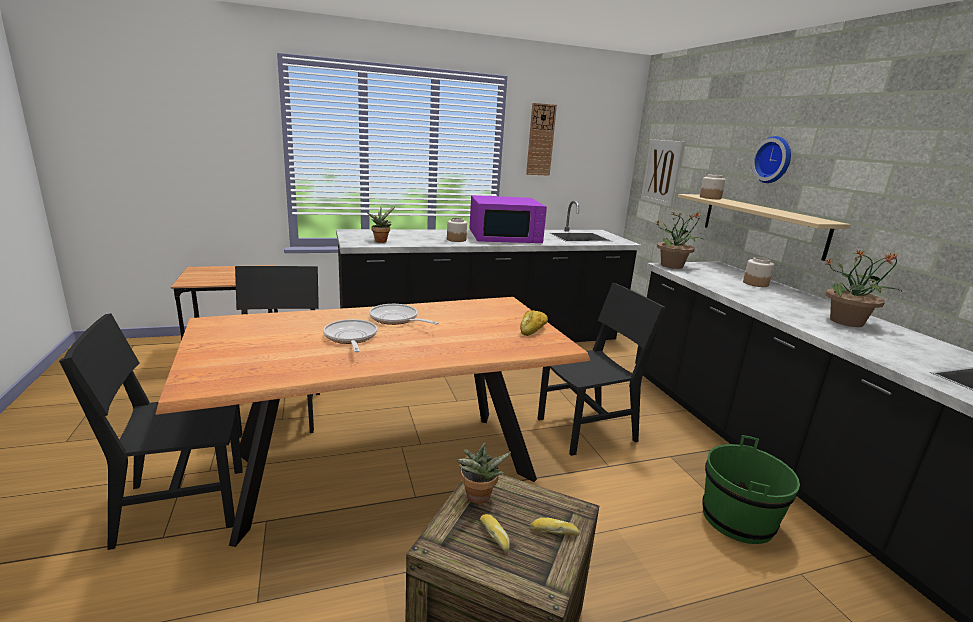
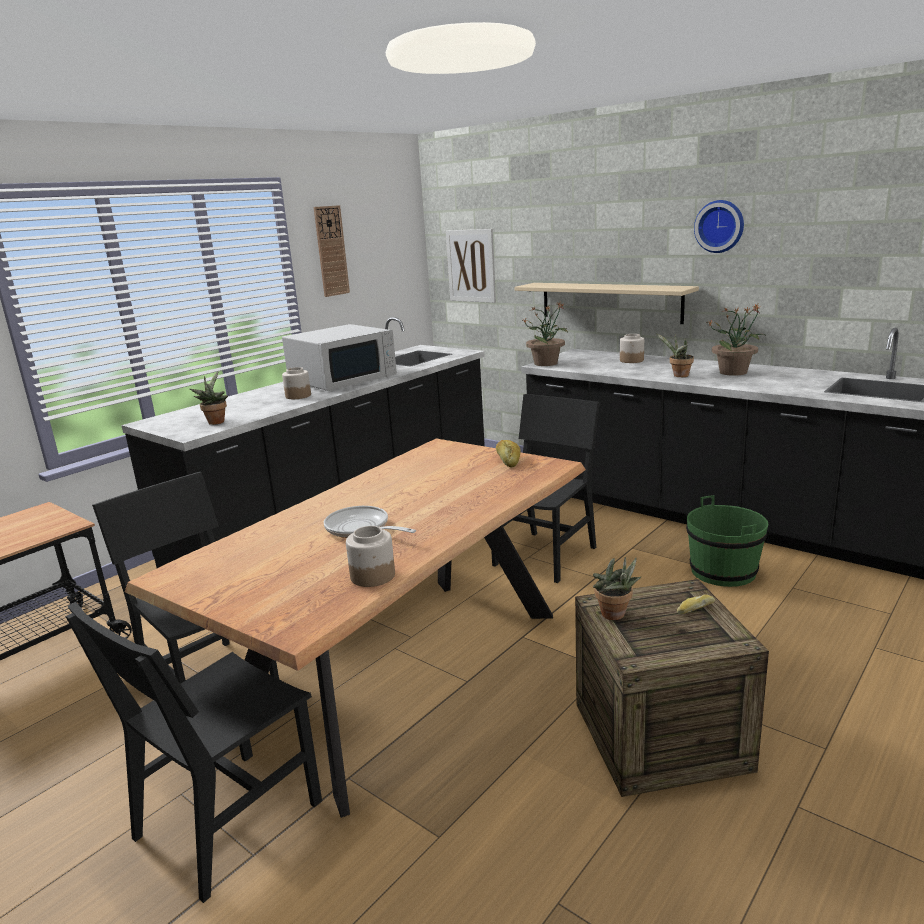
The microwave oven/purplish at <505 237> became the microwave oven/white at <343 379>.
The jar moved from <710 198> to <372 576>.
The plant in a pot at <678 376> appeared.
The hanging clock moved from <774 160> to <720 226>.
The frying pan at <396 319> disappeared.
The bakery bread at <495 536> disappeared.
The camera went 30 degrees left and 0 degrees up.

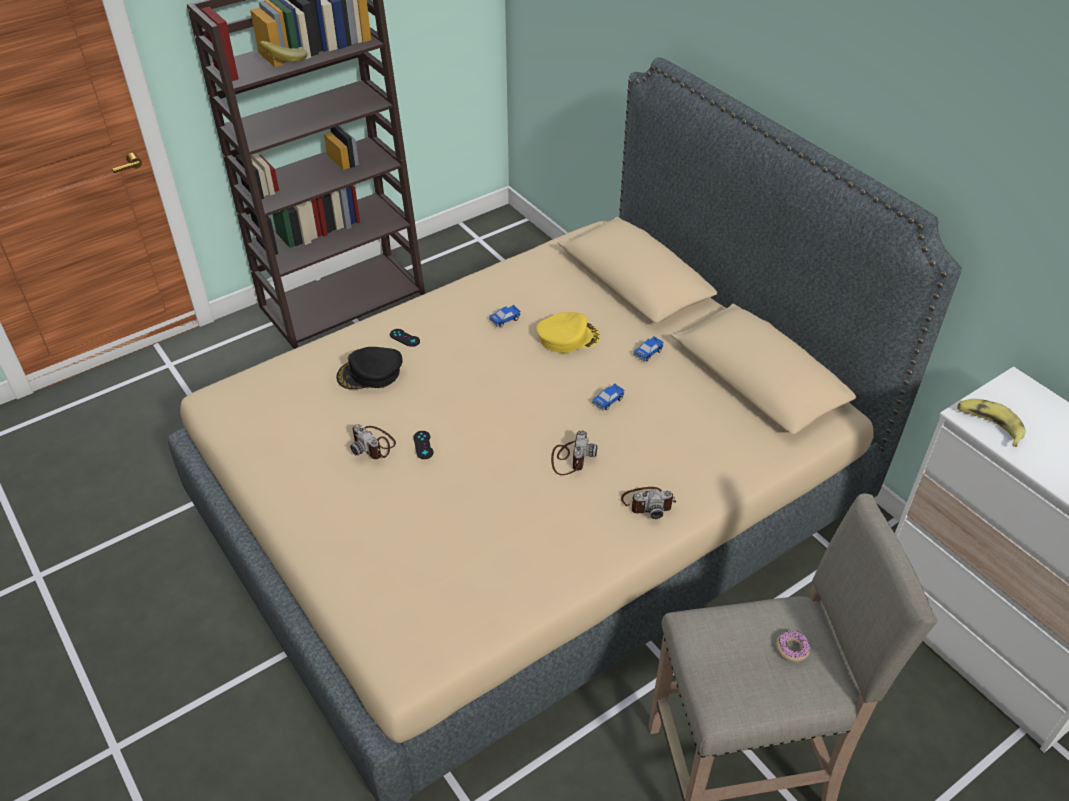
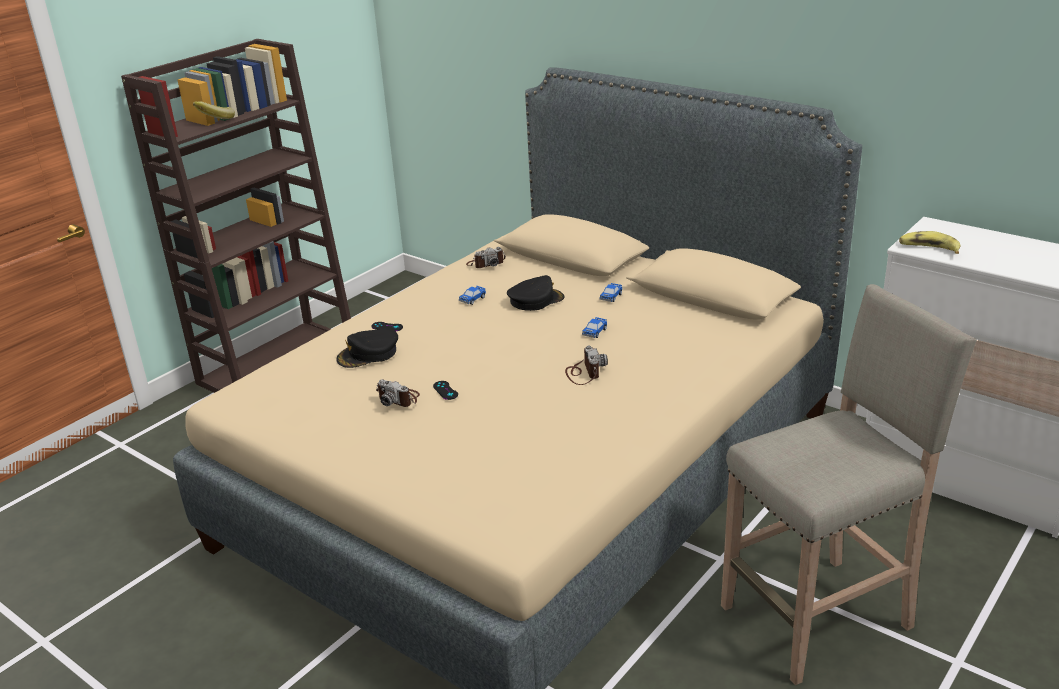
The still camera moved from <648 503> to <486 263>.
The cap/yellowish at <568 337> became the cap/black at <535 300>.
The doughnut at <792 649> disappeared.
The camera went 15 degrees left and 15 degrees down.

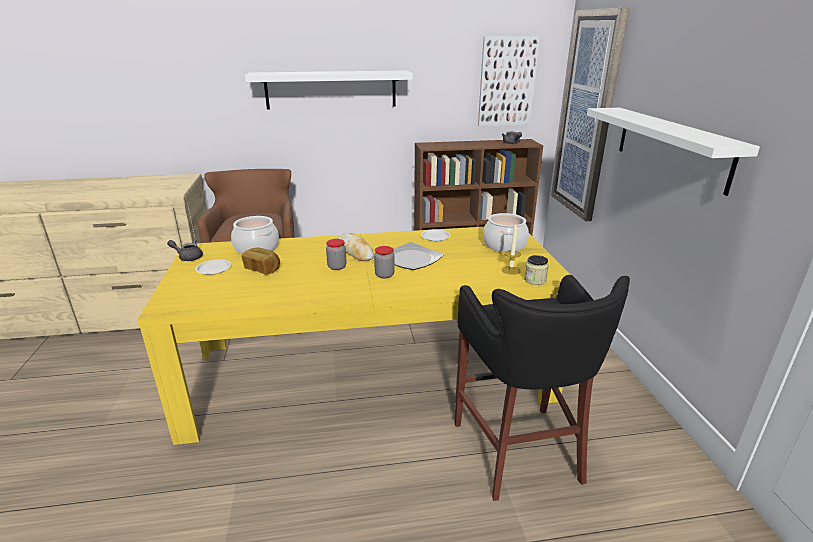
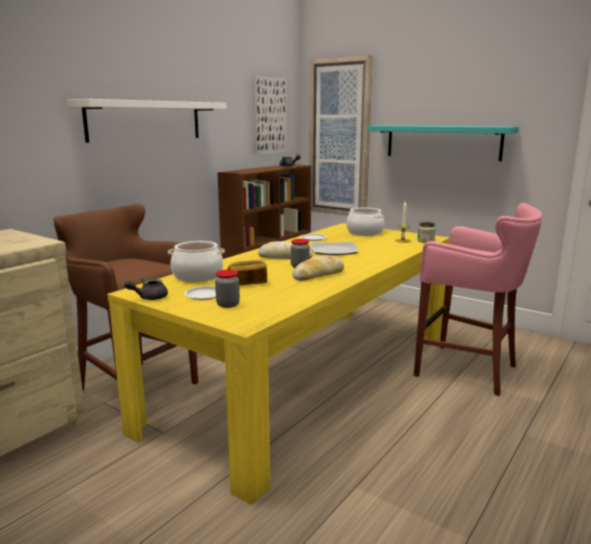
The jar moved from <384 275> to <228 304>.
The bakery bread at <318 275> appeared.
The bracket shelf/white at <671 146> became the bracket shelf/blue-green at <442 142>.
The stool/black at <519 453> became the stool/pink at <469 370>.
The camera went 45 degrees left and 10 degrees down.

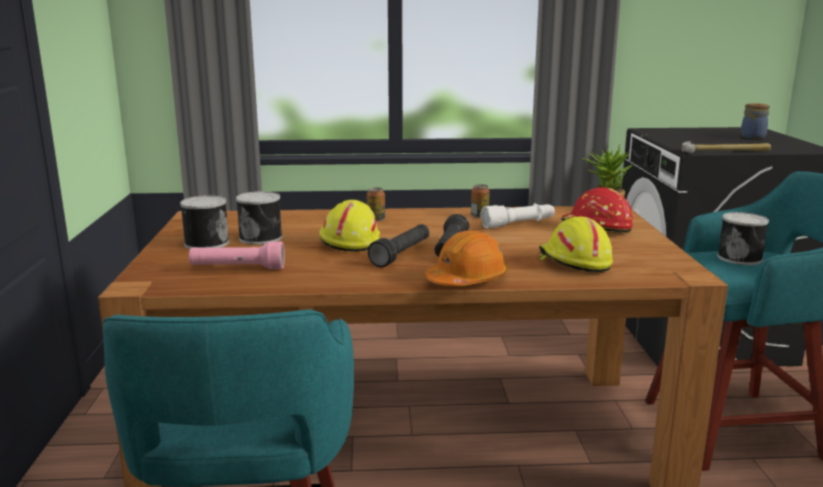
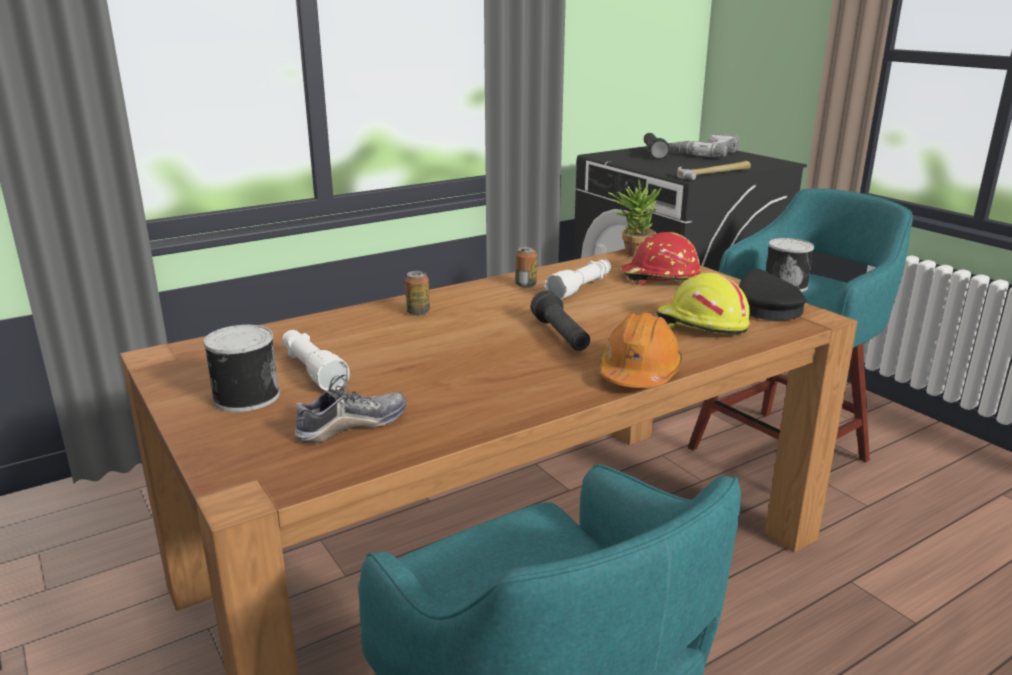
The sealed can at <261 237> was replaced by the hand torch/white at <312 370>.
The hand torch/pink at <237 268> was replaced by the item of footwear at <351 426>.
The hand torch/black moved from <401 254> to <653 153>.
The jar at <753 136> was replaced by the electric drill at <705 153>.
The cap/black at <764 307> appeared.
The hard hat/yellowish at <350 241> disappeared.
The camera went 30 degrees left and 5 degrees up.

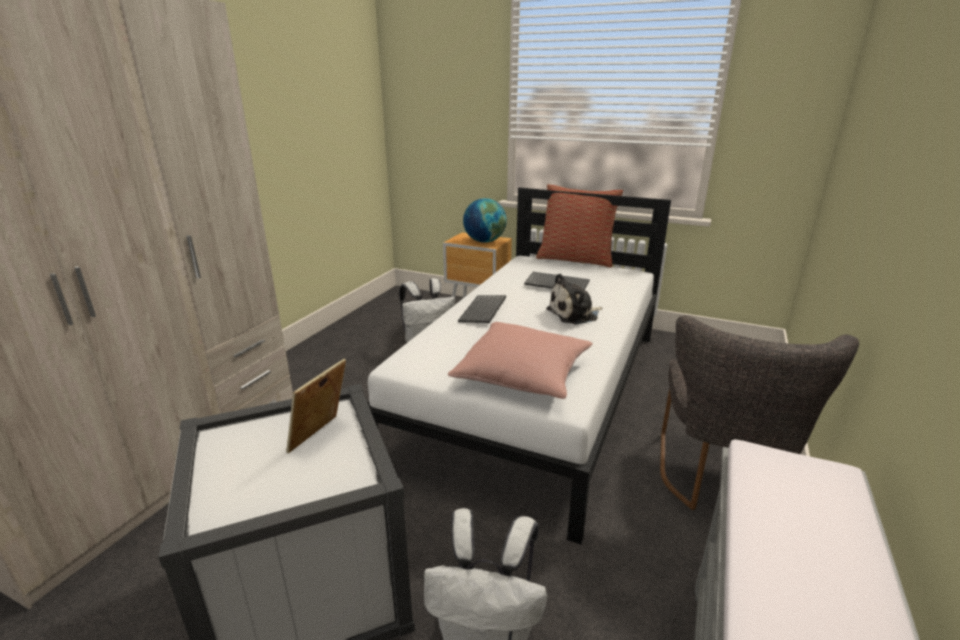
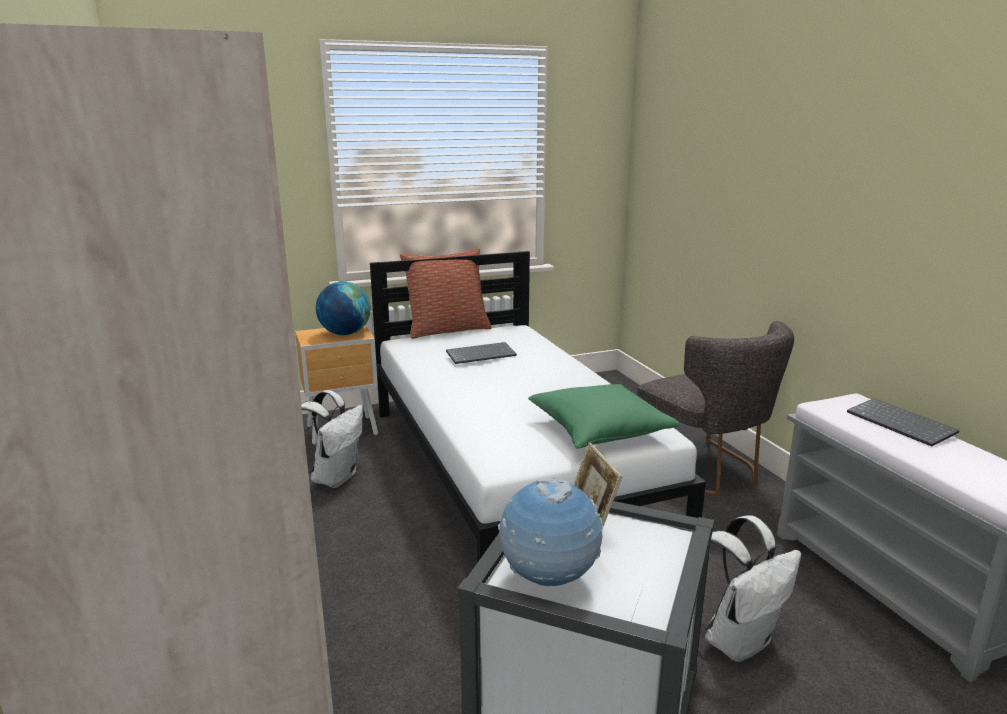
The world globe at <549 580> appeared.
The throw pillow/pink at <523 375> became the throw pillow/green at <599 430>.
The keyboard moved from <484 311> to <902 424>.
The cuddly toy at <574 314> disappeared.
The camera went 45 degrees left and 5 degrees down.

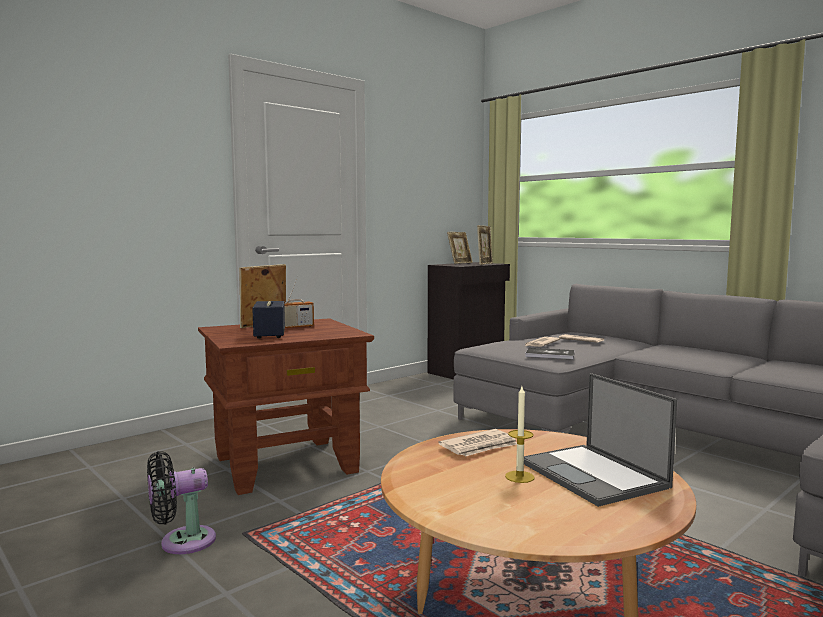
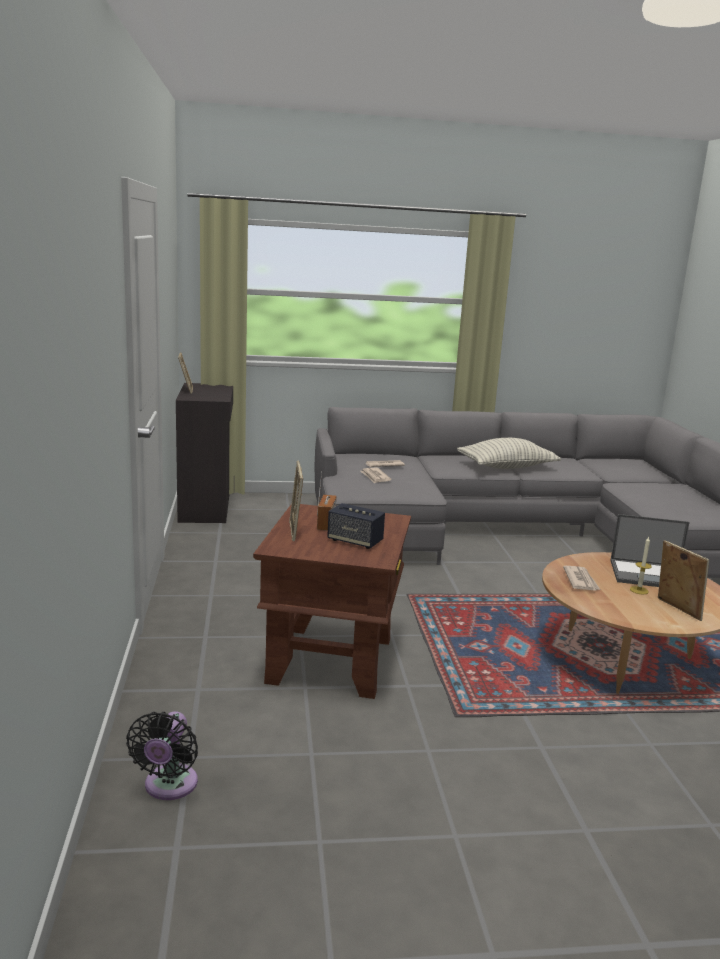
The fan/black moved from <182 542> to <169 787>.
The throw pillow at <506 467> appeared.
The picture frame moved from <484 264> to <676 609>.
The bound book at <550 355> disappeared.
The camera went 55 degrees left and 10 degrees up.

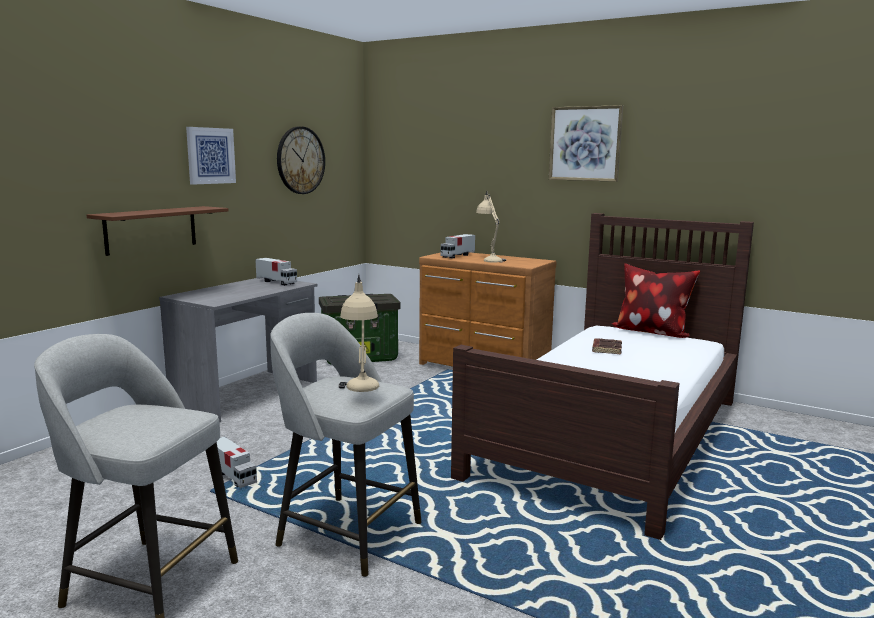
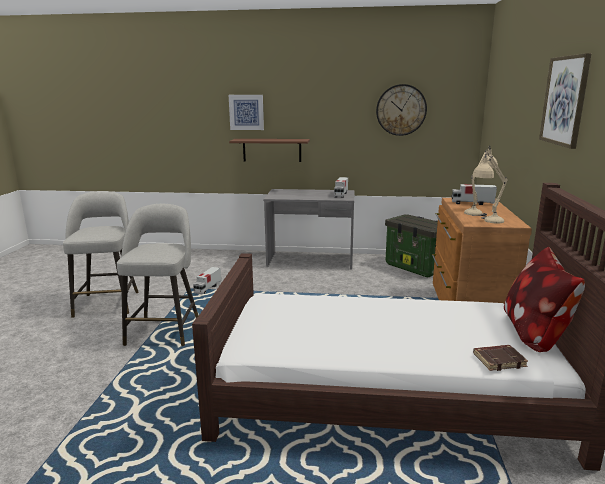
The wall picture moved from <210 155> to <246 112>.
The lamp for a table/beige-coloured moved from <360 392> to <486 222>.
The bound book/brown-coloured moved from <606 349> to <499 360>.
The camera went 65 degrees right and 5 degrees up.

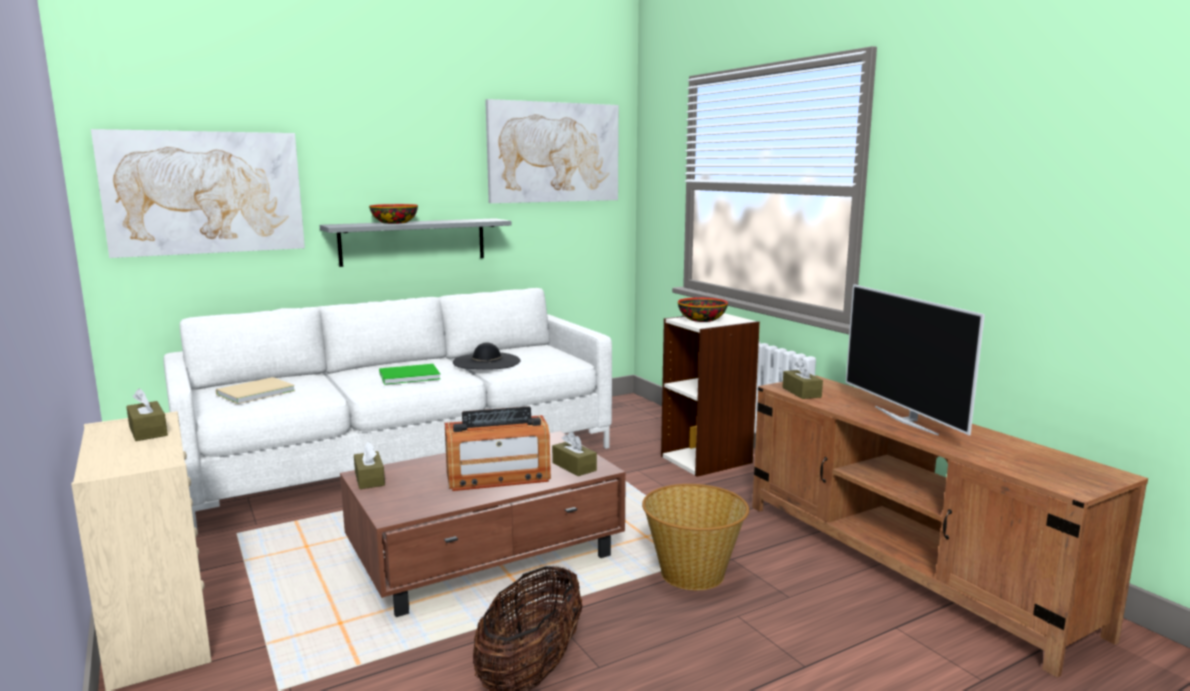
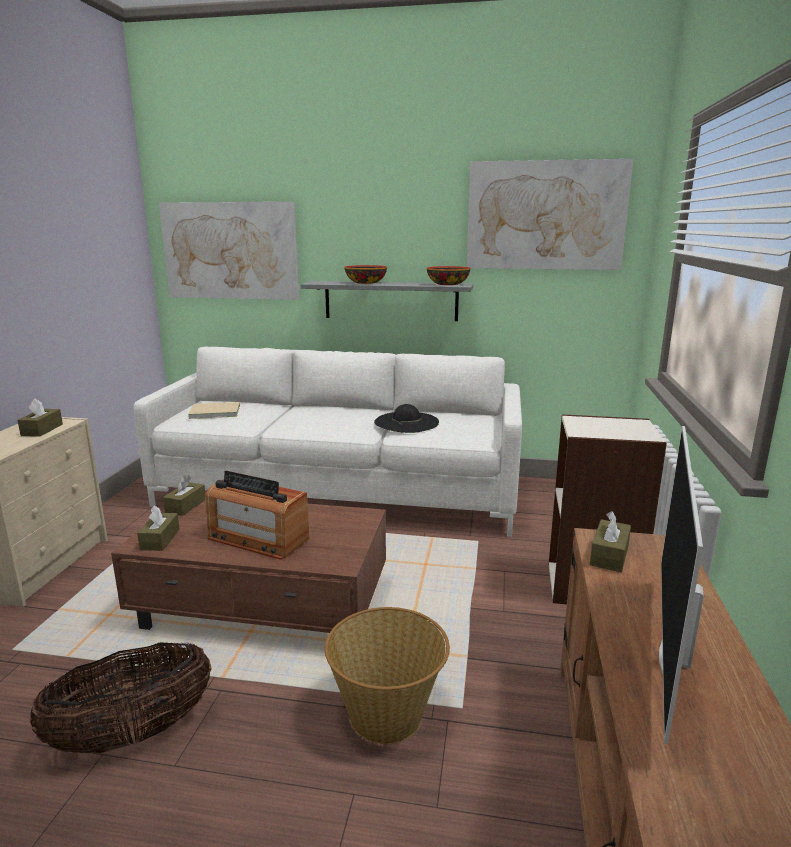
The box of tissues/brown-coloured moved from <574 467> to <160 539>.
The serving bowl moved from <702 320> to <447 284>.
The bound book/green at <407 376> disappeared.
The camera went 40 degrees right and 5 degrees up.

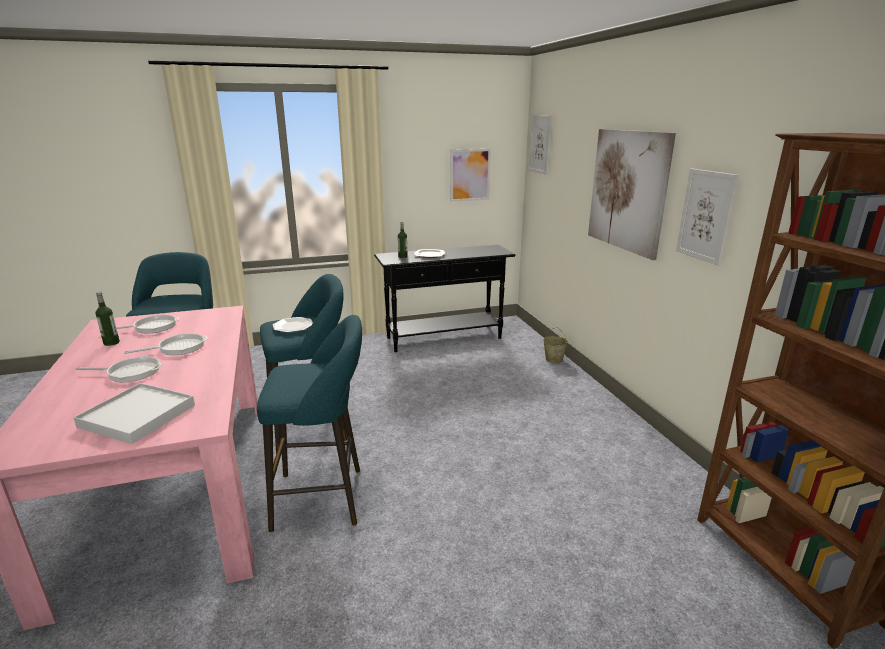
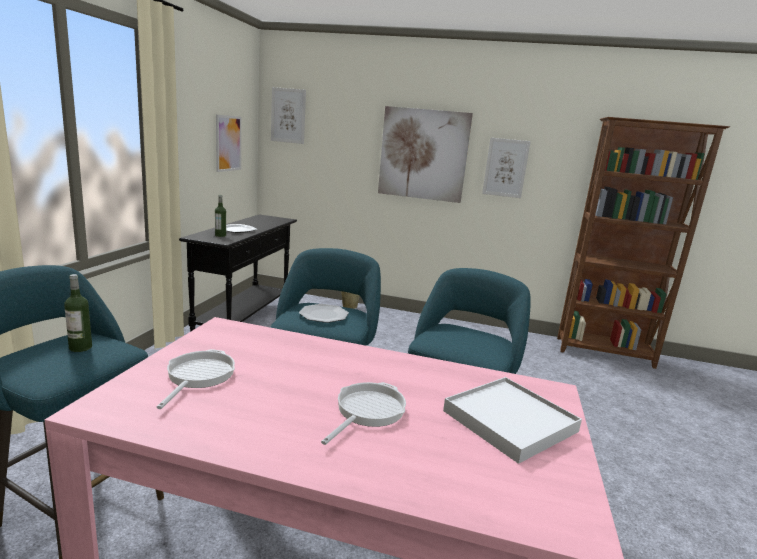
The bottle moved from <111 343> to <80 348>.
The frying pan at <178 348> disappeared.
The camera went 60 degrees left and 5 degrees down.

